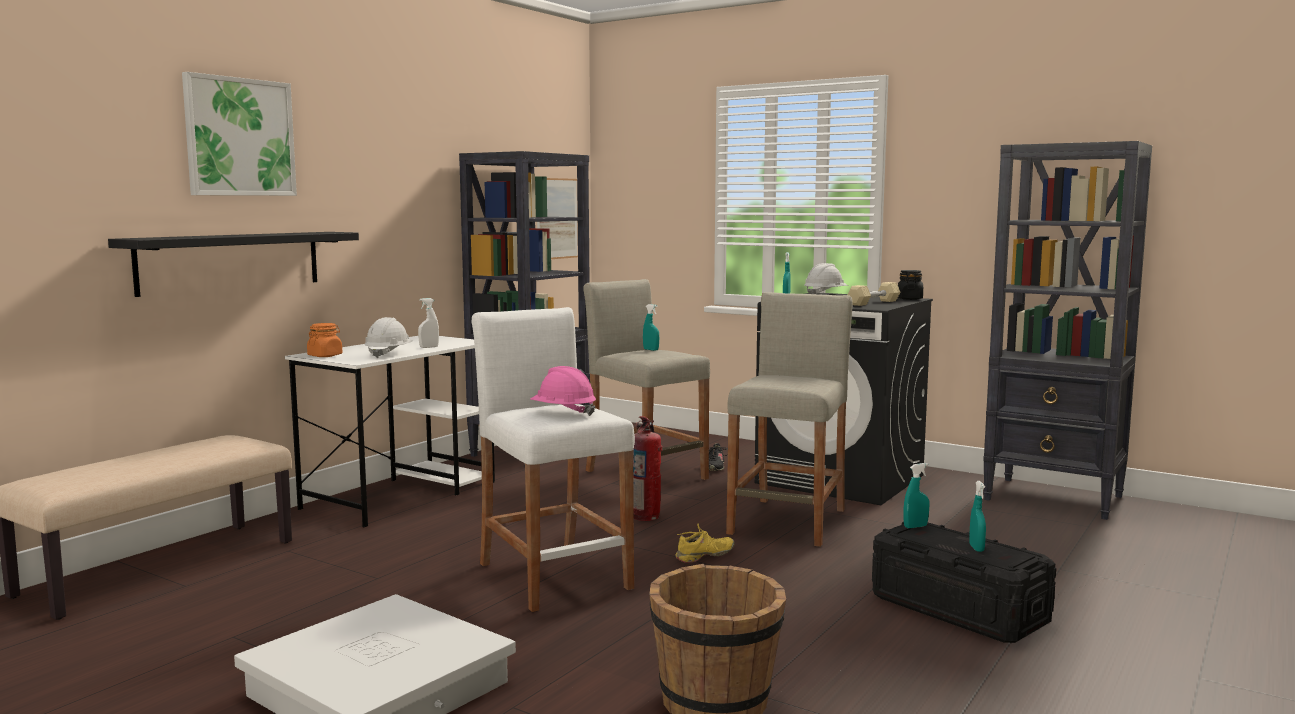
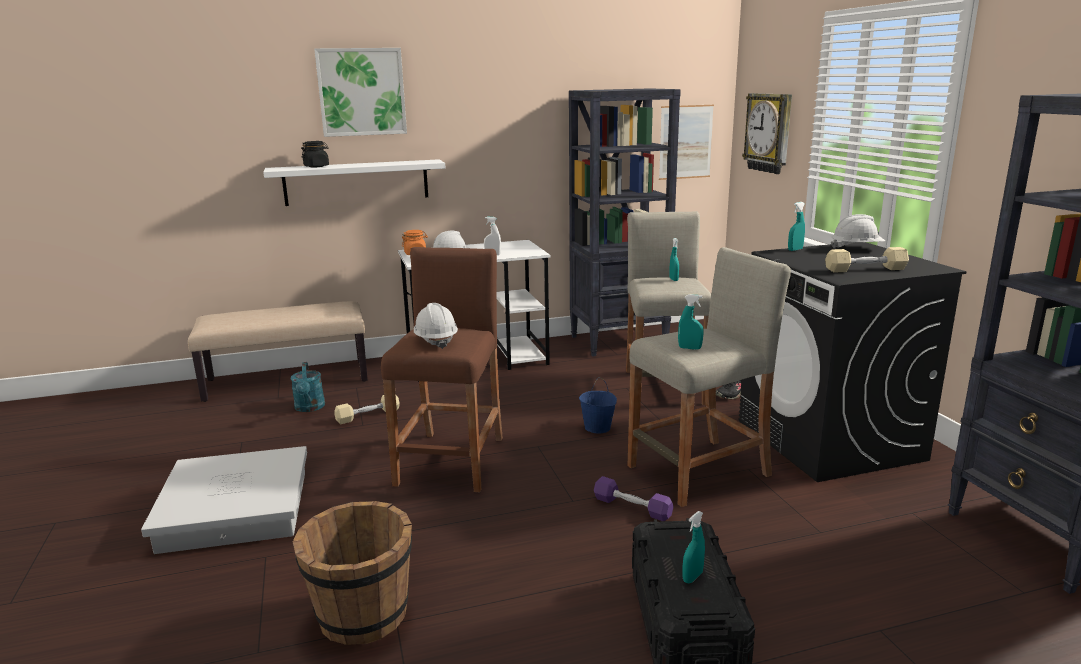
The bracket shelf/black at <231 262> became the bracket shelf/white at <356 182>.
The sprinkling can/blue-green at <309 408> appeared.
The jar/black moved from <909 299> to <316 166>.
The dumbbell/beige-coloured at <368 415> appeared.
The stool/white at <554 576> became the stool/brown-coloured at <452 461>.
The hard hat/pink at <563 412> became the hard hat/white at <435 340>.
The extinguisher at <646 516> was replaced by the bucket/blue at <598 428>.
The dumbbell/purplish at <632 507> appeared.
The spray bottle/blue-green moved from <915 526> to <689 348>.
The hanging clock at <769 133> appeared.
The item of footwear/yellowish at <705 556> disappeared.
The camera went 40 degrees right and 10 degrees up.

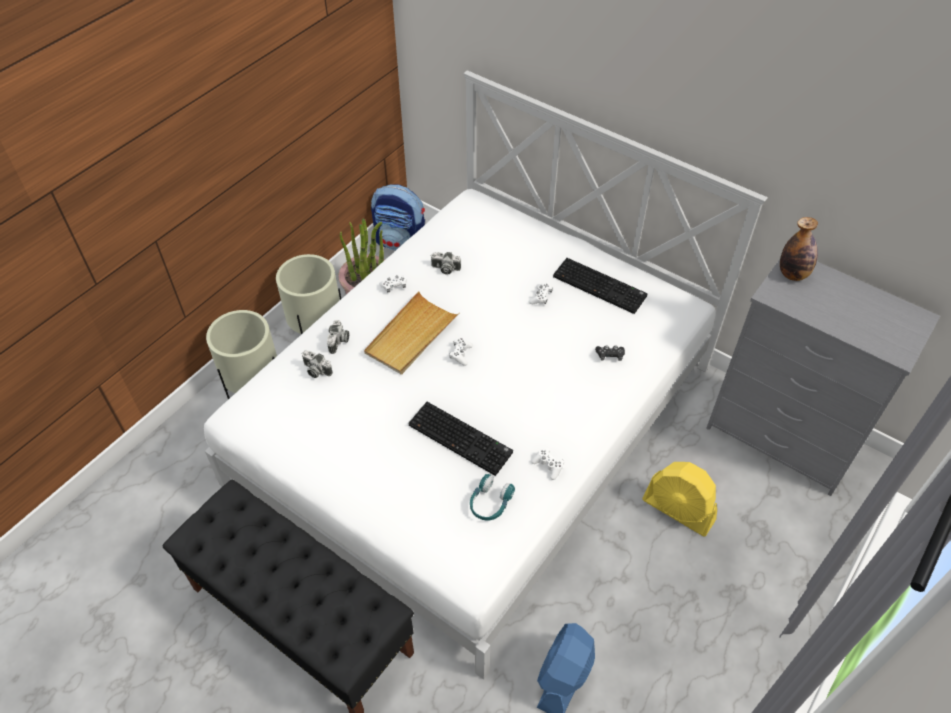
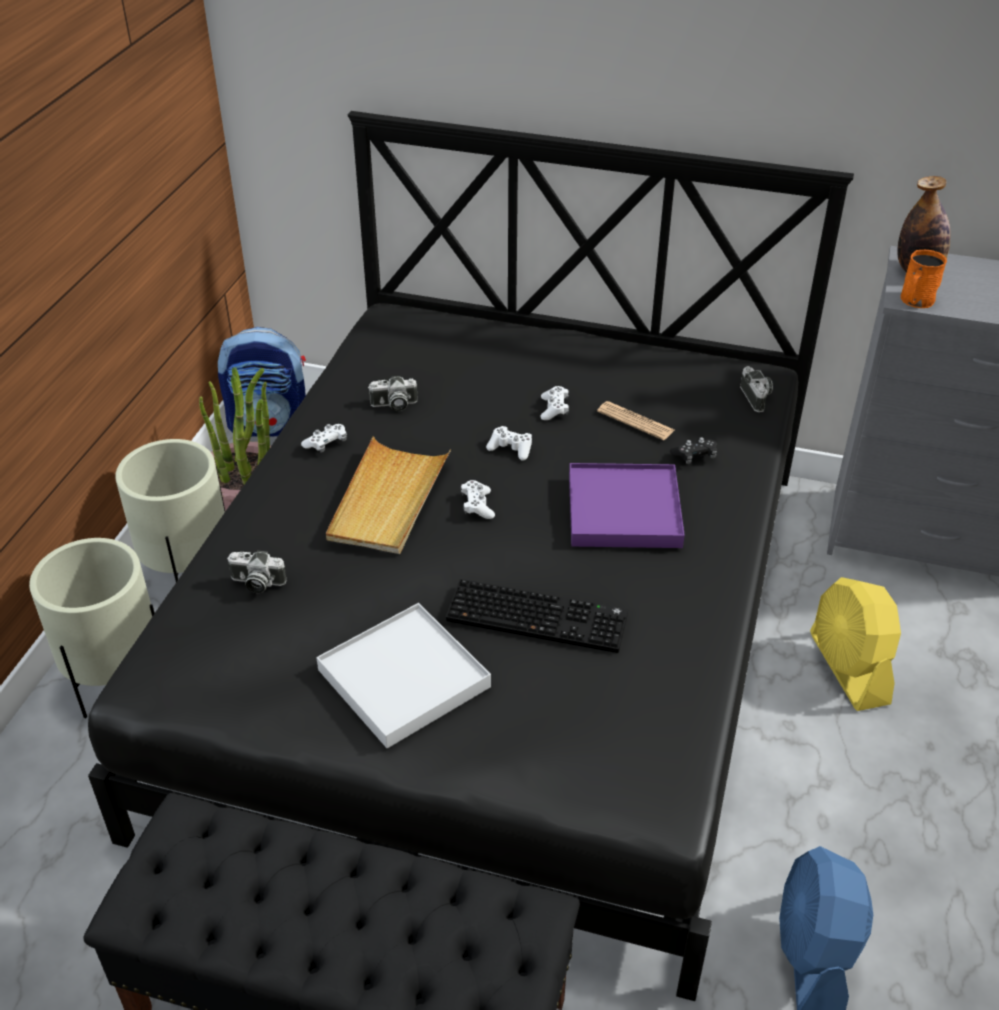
The sleeping bed/white at <474 423> became the sleeping bed/black at <497 635>.
The carrying tray/white at <404 678> appeared.
The game controller/white moved from <548 465> to <510 448>.
The carrying tray/purplish at <623 510> appeared.
The daily paper at <635 421> appeared.
The still camera moved from <339 342> to <757 398>.
The fan/yellowish at <678 510> turned 60 degrees clockwise.
The coffee mug/orange at <915 301> appeared.
The headset/blue-green at <490 503> disappeared.
The keyboard at <601 286> disappeared.
The camera went 20 degrees left and 10 degrees down.

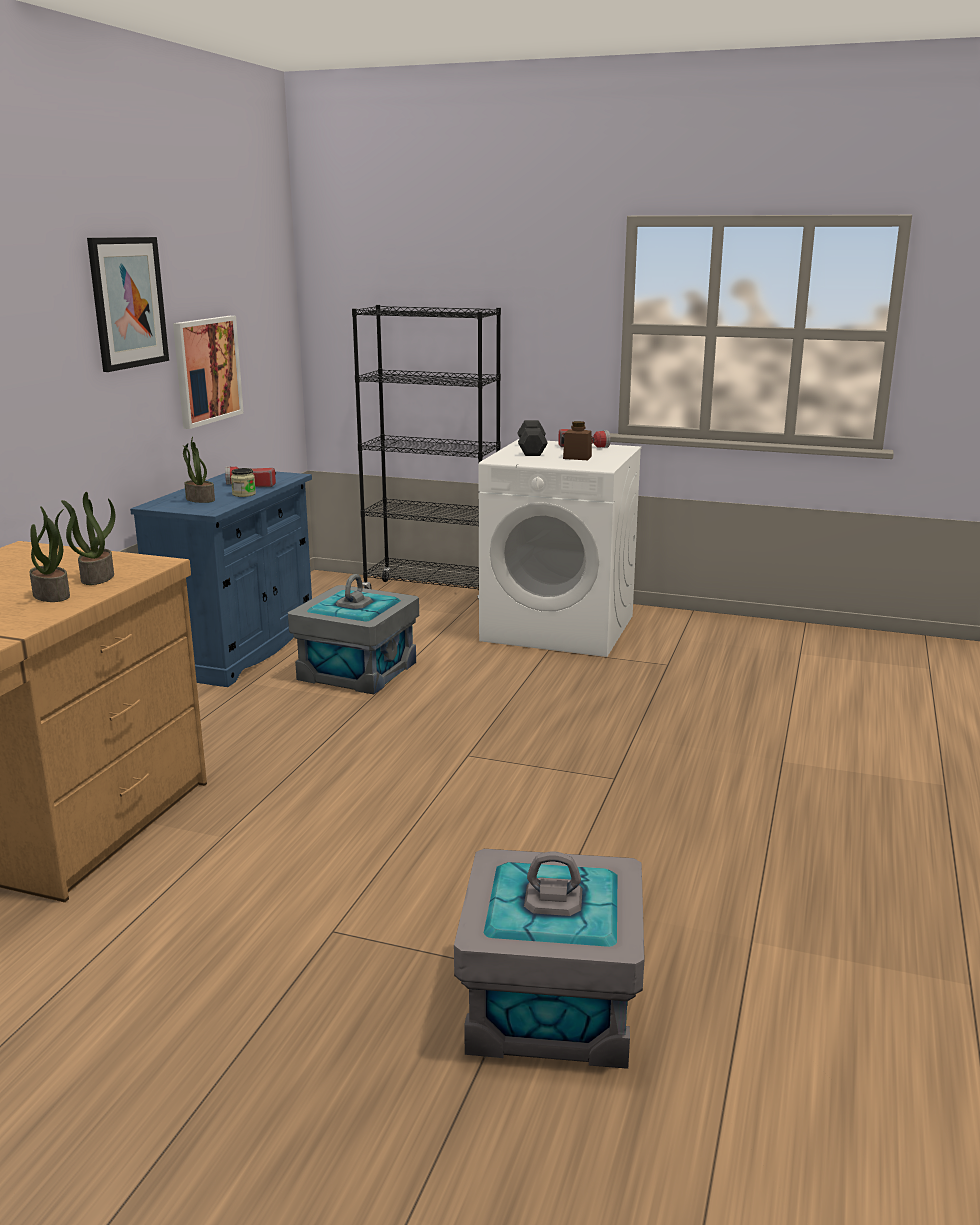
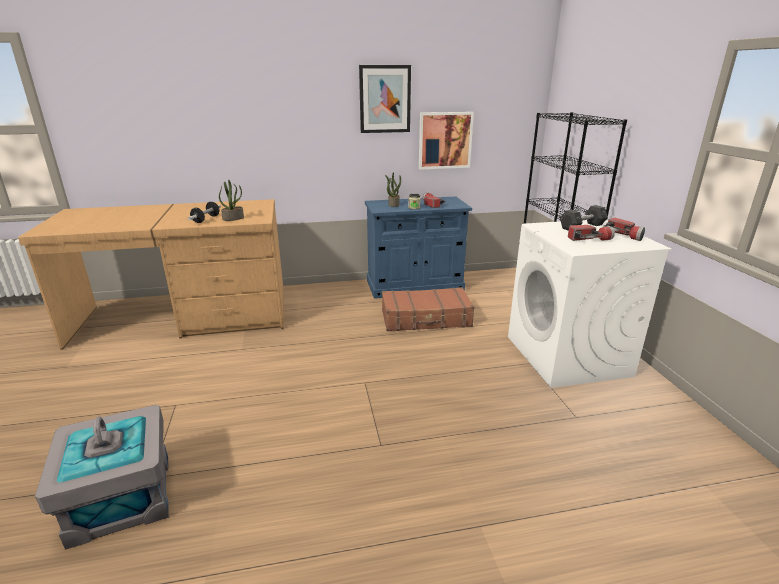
The plant in a pot at <52 595> was replaced by the dumbbell at <206 219>.
The storage box/grey at <357 671> was replaced by the travel case/brown-coloured at <426 319>.
The jar/brown-coloured at <577 457> was replaced by the hand torch at <589 240>.
The camera went 60 degrees right and 5 degrees up.

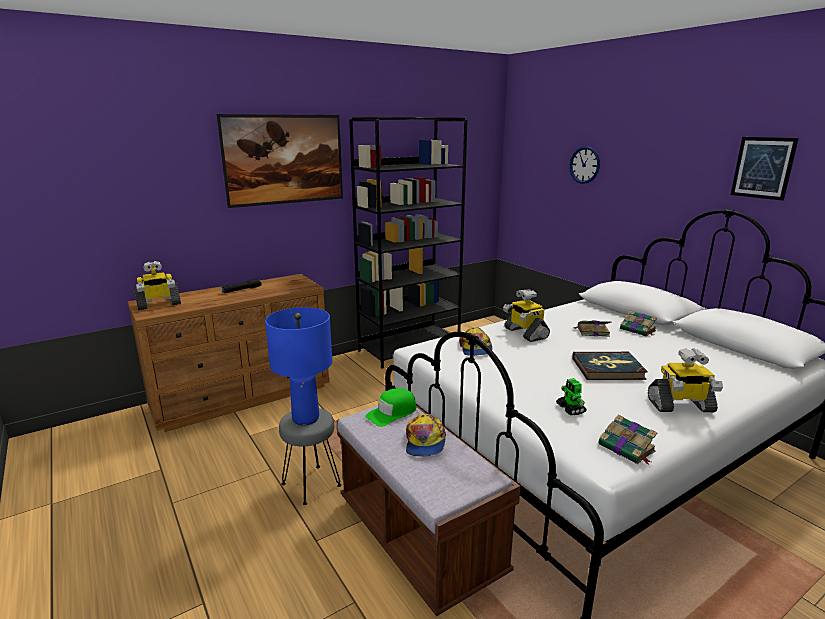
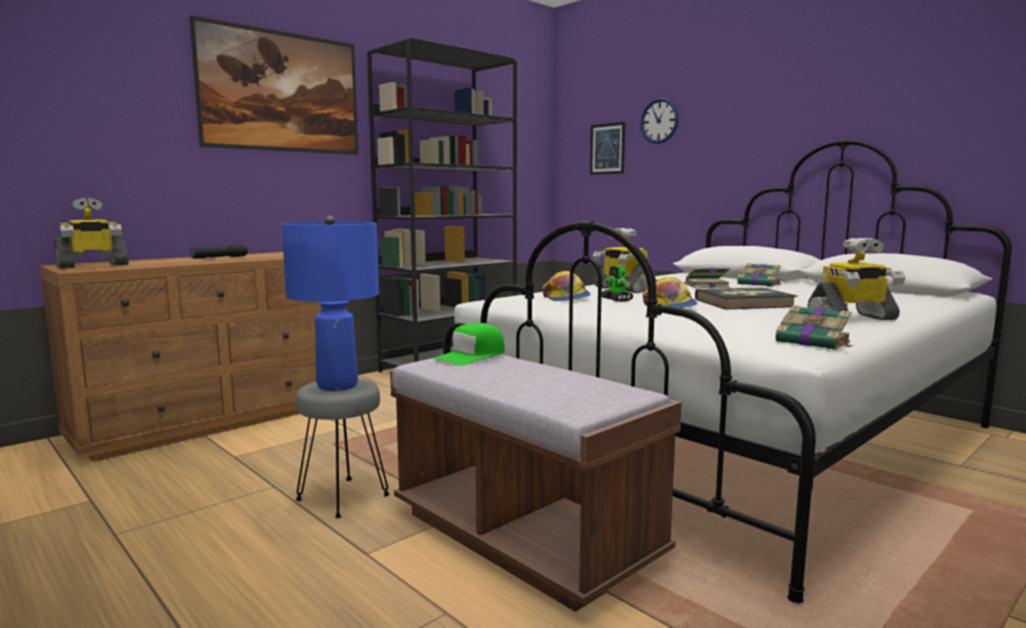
The wall picture moved from <763 168> to <607 149>.
The toy robot moved from <570 409> to <616 300>.
The cap moved from <425 442> to <669 306>.
The camera went 10 degrees left and 10 degrees down.

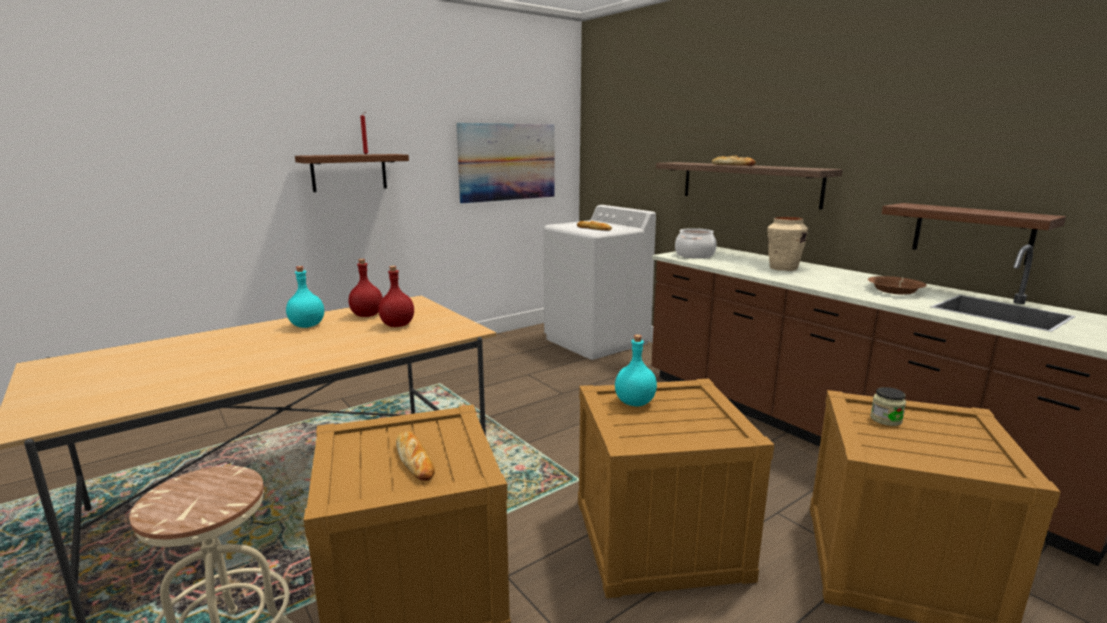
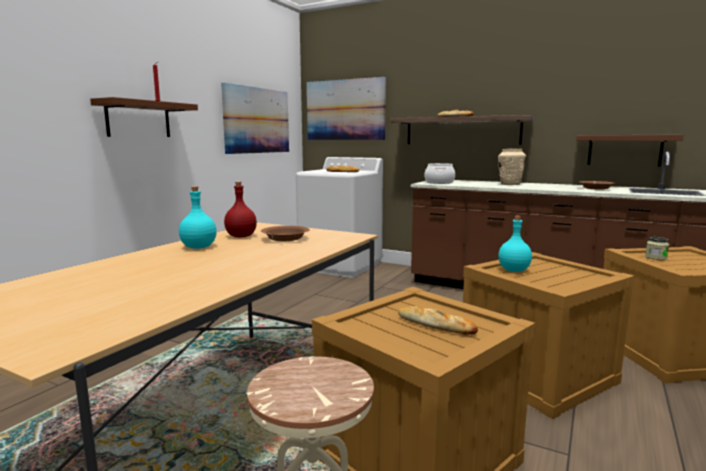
The bottle/red-coloured at <397 325> was replaced by the serving bowl/brown-coloured at <285 239>.
The wall picture at <345 110> appeared.
The camera went 25 degrees left and 5 degrees down.

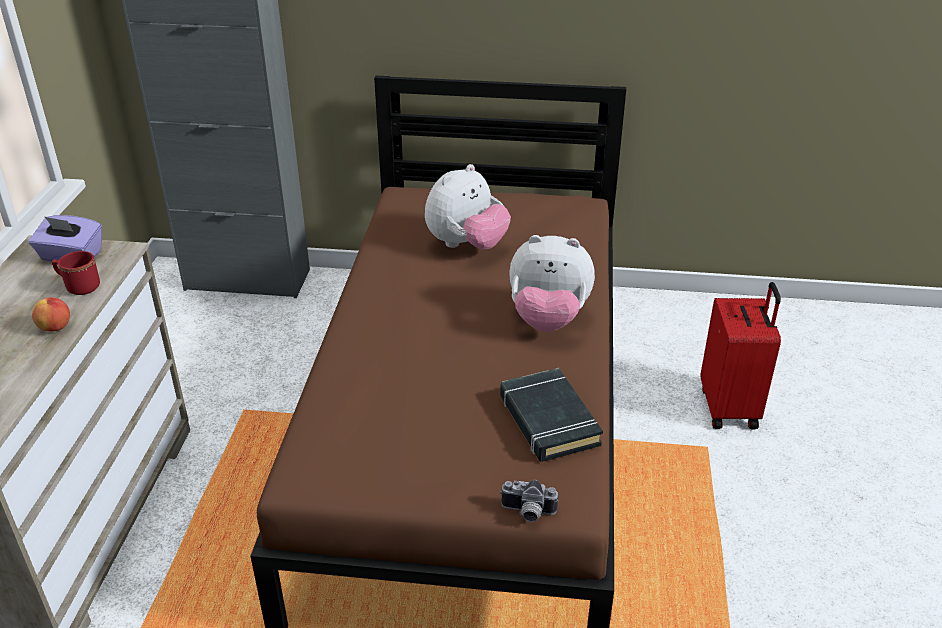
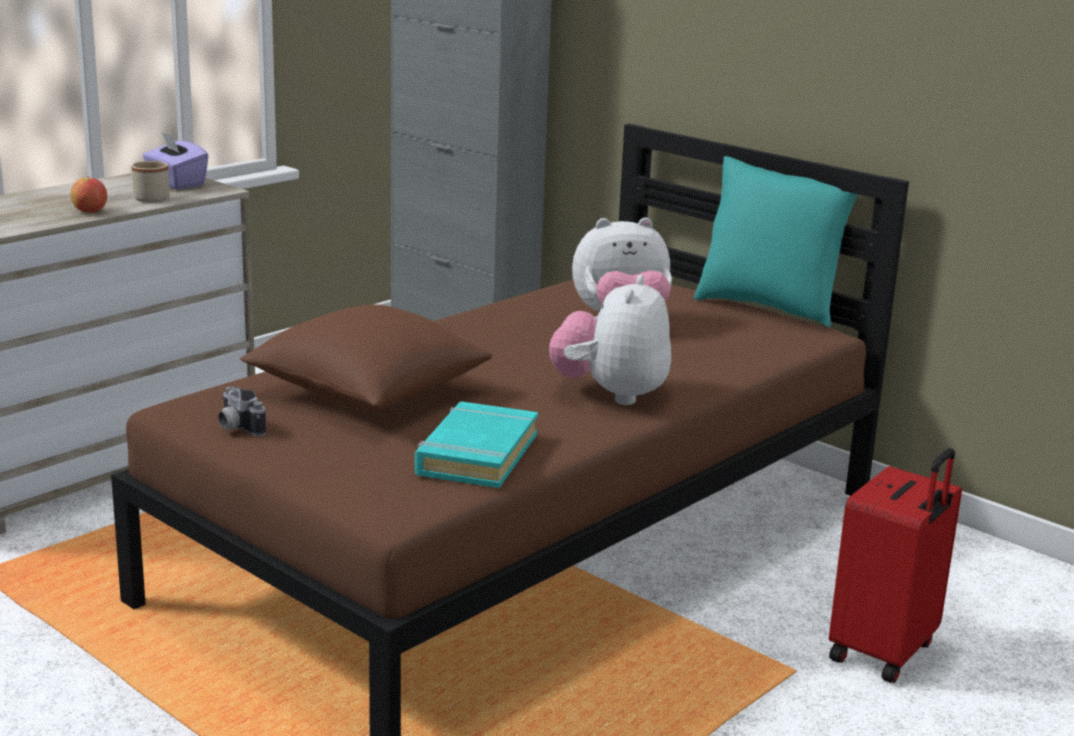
The coffee mug/red-coloured at <79 286> became the coffee mug/beige-coloured at <149 198>.
The still camera moved from <527 513> to <236 428>.
The throw pillow/brown-coloured at <367 393> appeared.
The bound book/black at <548 420> became the bound book/blue-green at <476 454>.
The cuddly toy at <548 320> turned 60 degrees clockwise.
The throw pillow/blue-green at <768 307> appeared.
The camera went 35 degrees right and 15 degrees down.

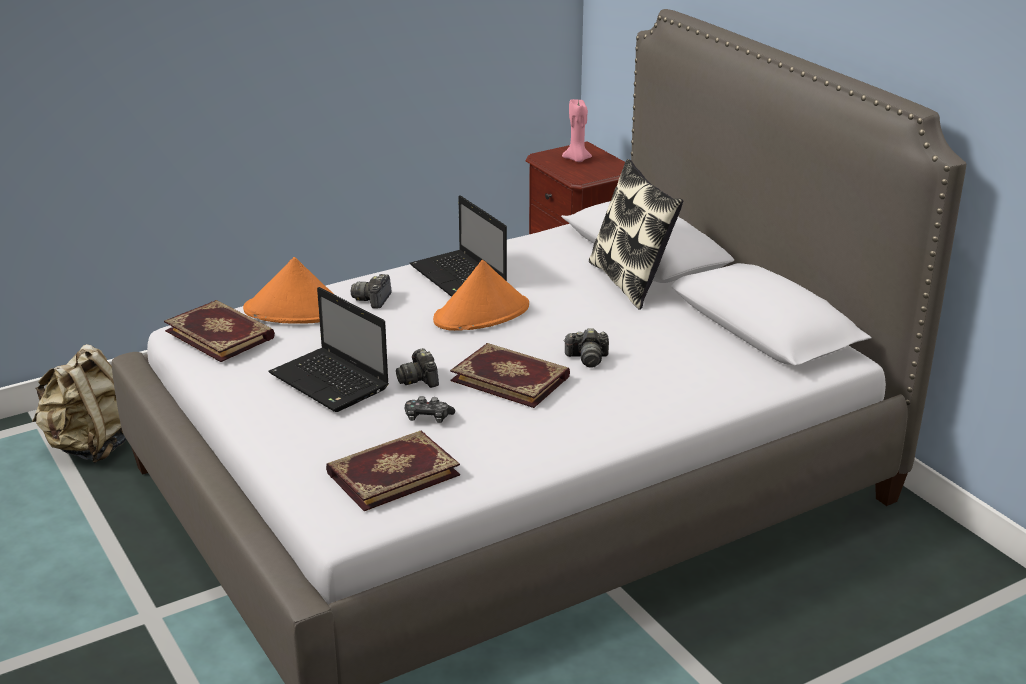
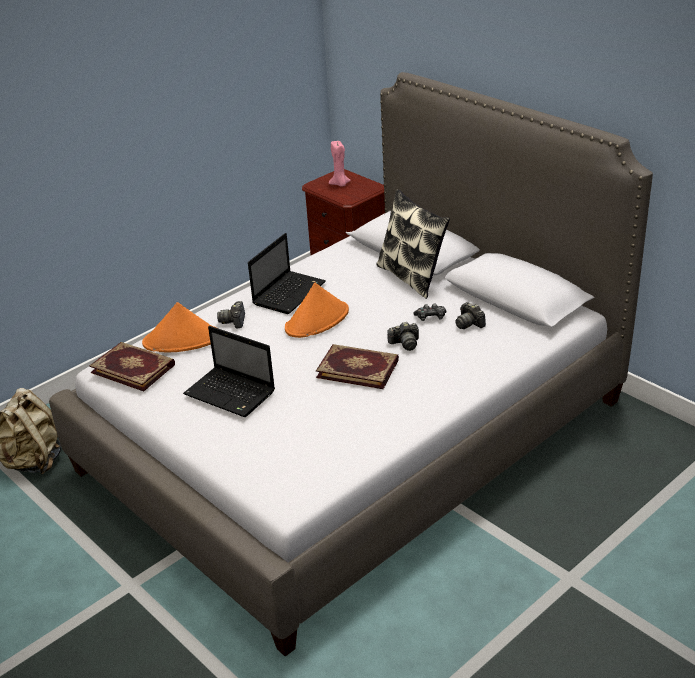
The laptop at <460 277> turned 105 degrees counterclockwise.
The game controller moved from <427 417> to <430 317>.
The still camera moved from <419 379> to <469 323>.
The bound book at <392 473> disappeared.
The camera went 10 degrees left and 5 degrees up.

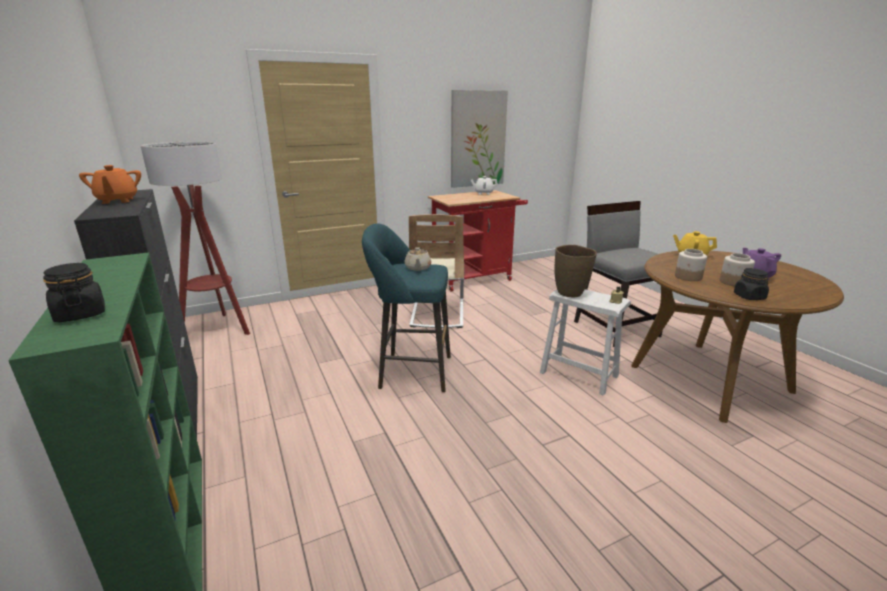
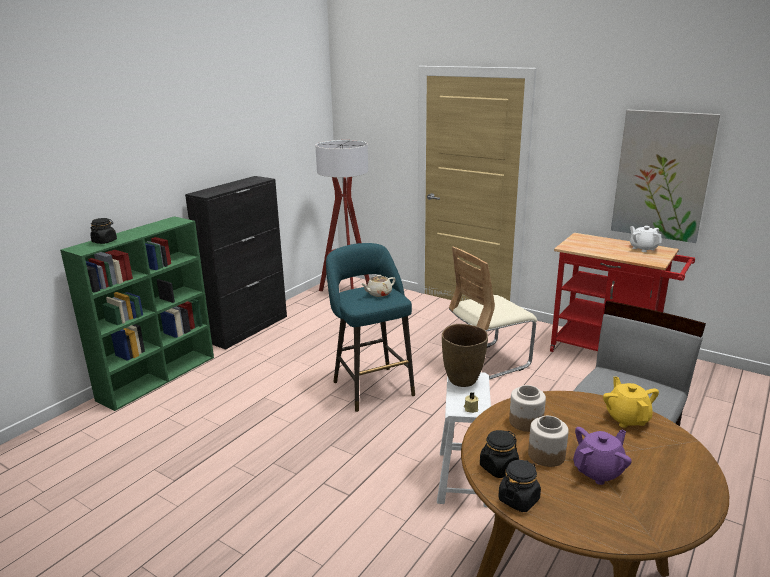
The jar/black at <519 499> appeared.
The tea pot/orange at <117 201> disappeared.
The camera went 60 degrees right and 0 degrees up.

